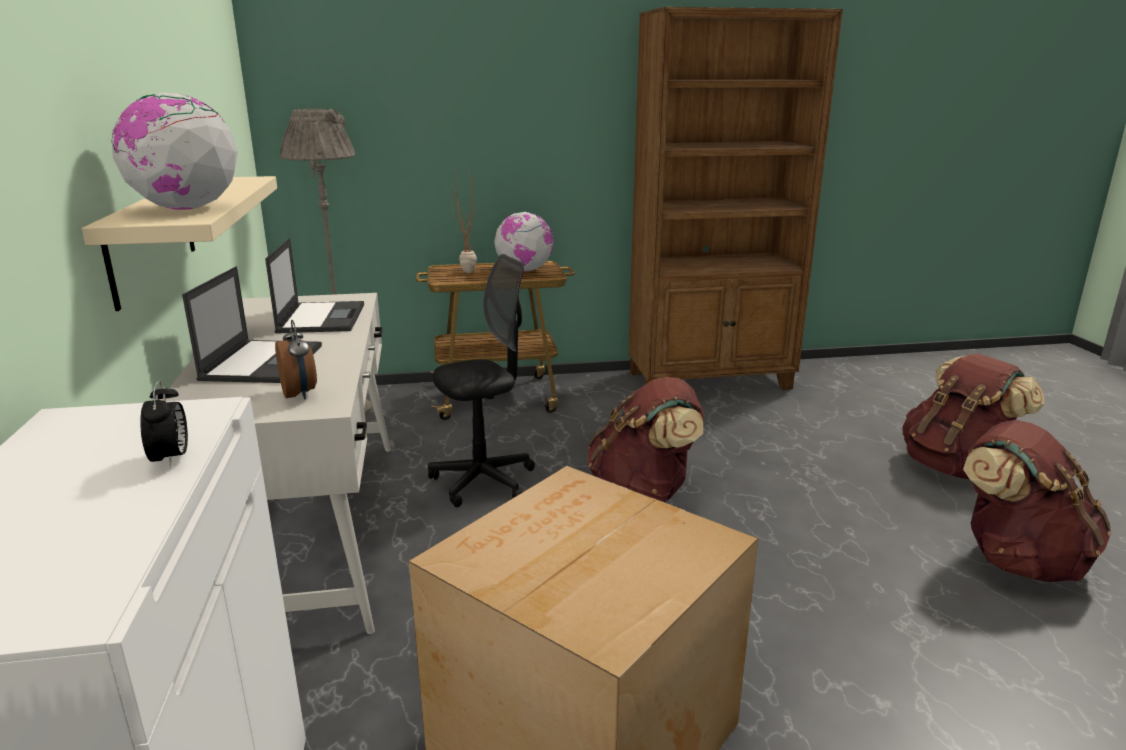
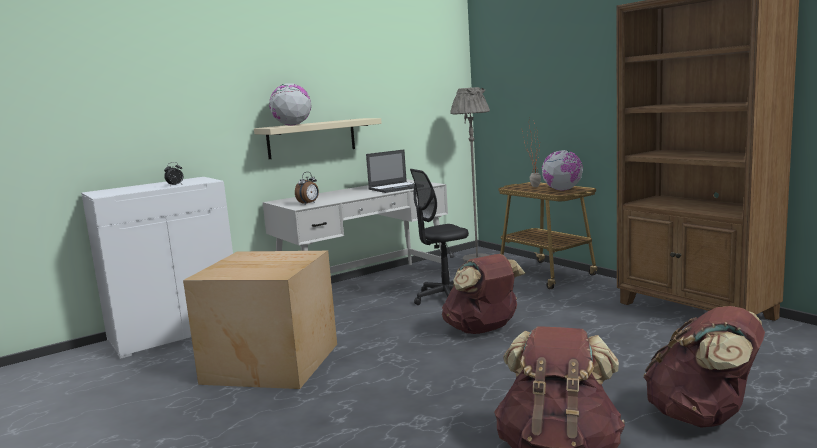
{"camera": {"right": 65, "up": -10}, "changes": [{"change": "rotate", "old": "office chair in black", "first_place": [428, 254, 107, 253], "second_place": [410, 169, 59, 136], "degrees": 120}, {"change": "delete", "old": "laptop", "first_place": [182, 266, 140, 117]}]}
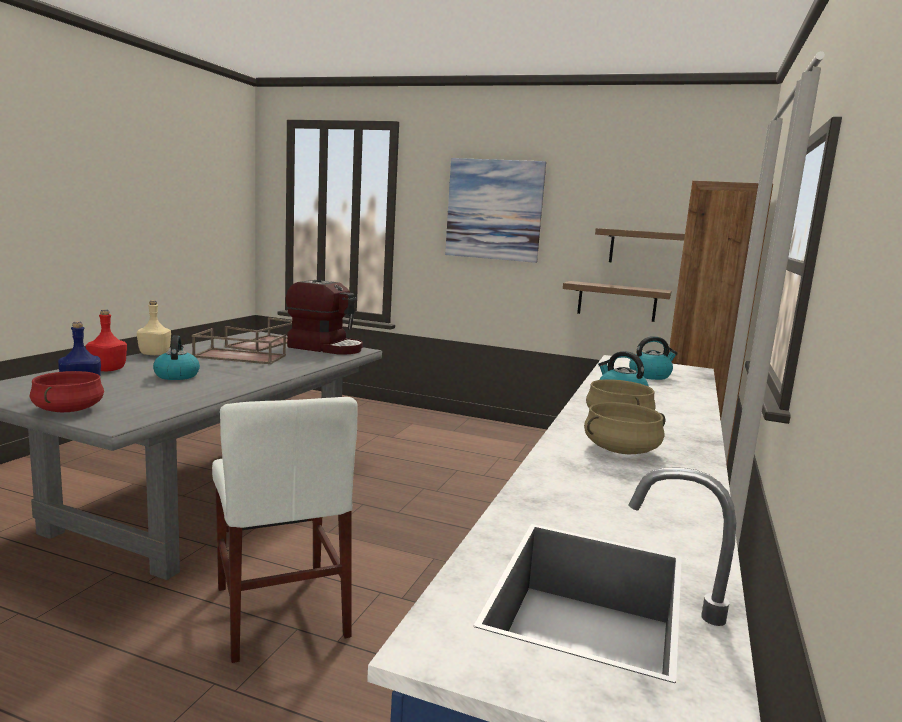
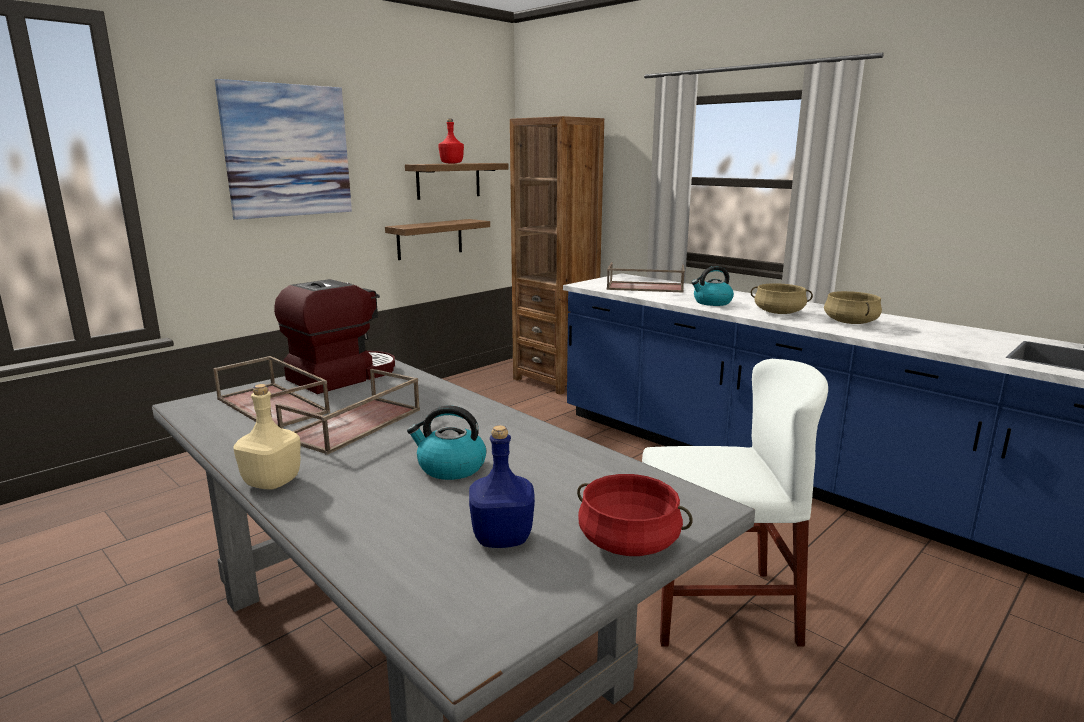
{"camera": {"right": -65, "up": 5}, "changes": [{"change": "move", "old": "bottle in red", "first_place": [86, 309, 41, 62], "second_place": [438, 119, 26, 45]}, {"change": "replace", "old": "kettle", "new": "tray in brown", "first_place": [629, 336, 49, 44], "second_place": [607, 263, 78, 30]}]}
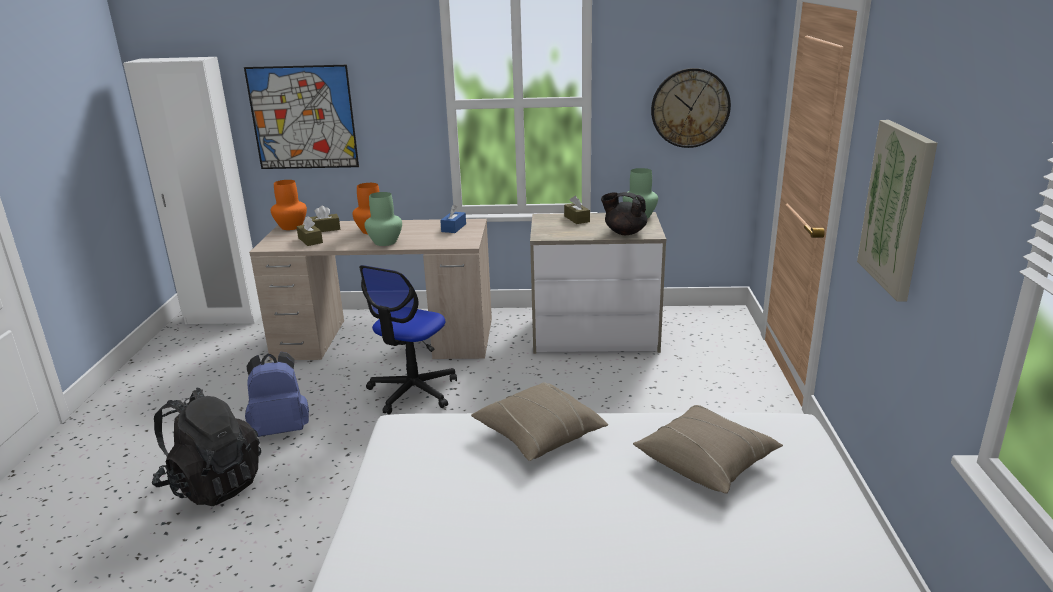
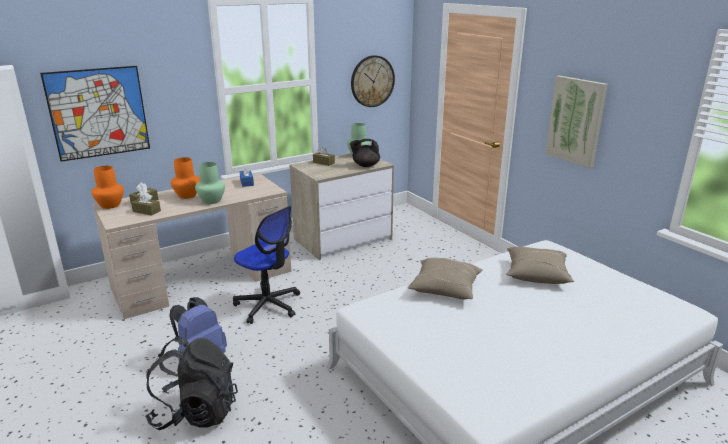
{"camera": {"right": -35, "up": 0}, "changes": [{"change": "rotate", "old": "office chair", "first_place": [359, 265, 98, 149], "second_place": [233, 206, 67, 118], "degrees": -45}]}
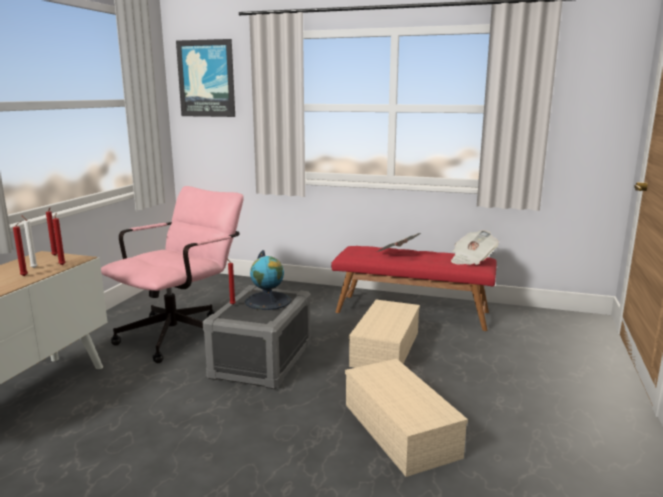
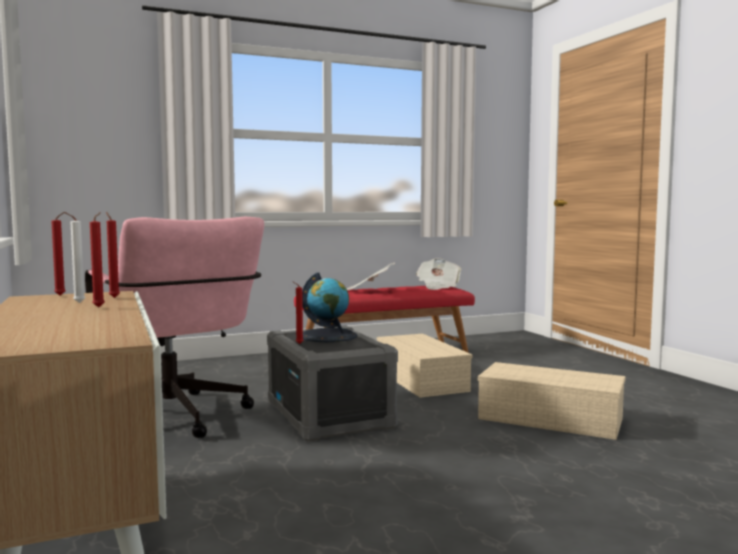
{"camera": {"right": -40, "up": -10}, "changes": [{"change": "delete", "old": "picture", "first_place": [176, 39, 59, 78]}, {"change": "rotate", "old": "office chair in pink", "first_place": [101, 186, 143, 177], "second_place": [85, 217, 179, 221], "degrees": 150}]}
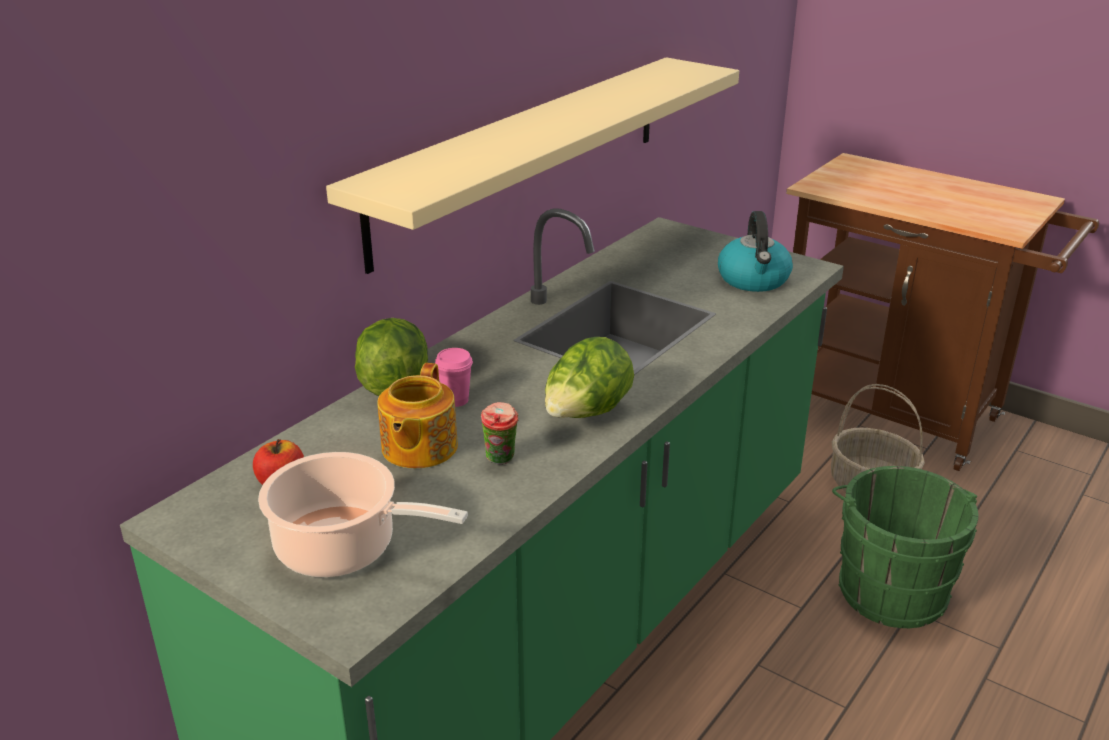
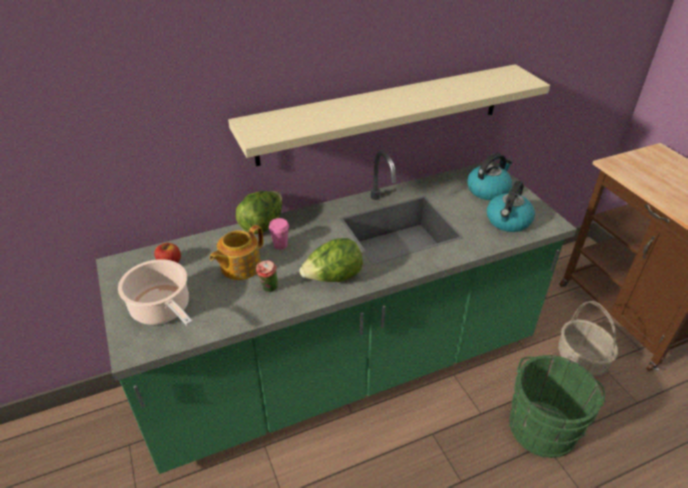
{"camera": {"right": 30, "up": 10}, "changes": [{"change": "insert", "new": "kettle", "second_place": [467, 153, 45, 47]}]}
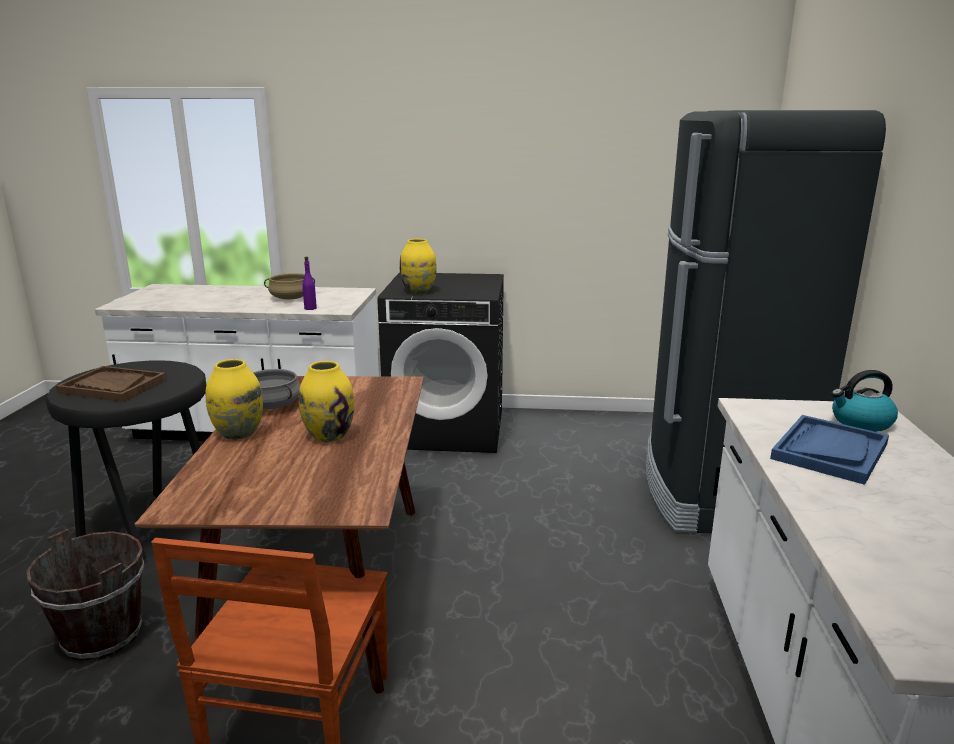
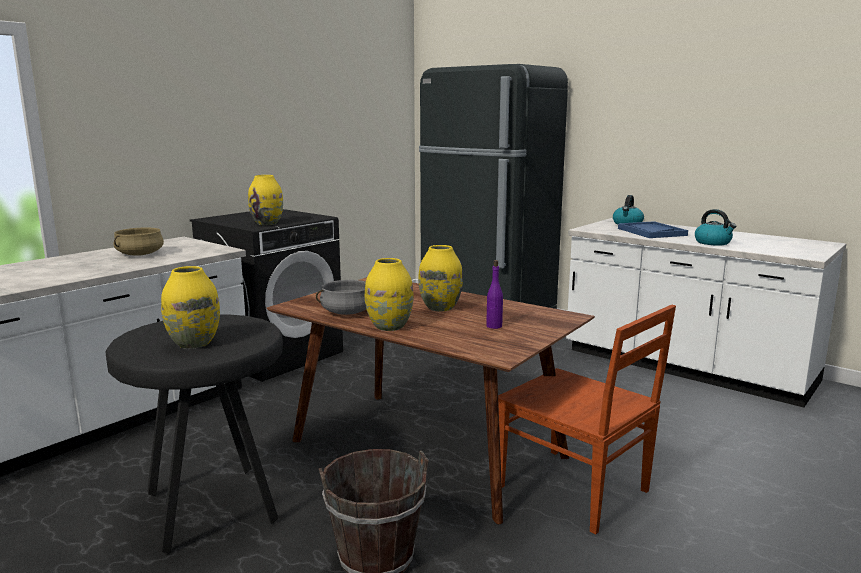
{"camera": {"right": -55, "up": -5}, "changes": [{"change": "move", "old": "bottle in purple", "first_place": [302, 257, 15, 53], "second_place": [486, 260, 17, 69]}, {"change": "replace", "old": "tray in brown", "new": "vase in yellow", "first_place": [56, 366, 111, 36], "second_place": [161, 266, 59, 83]}, {"change": "insert", "new": "kettle", "second_place": [695, 209, 41, 37]}]}
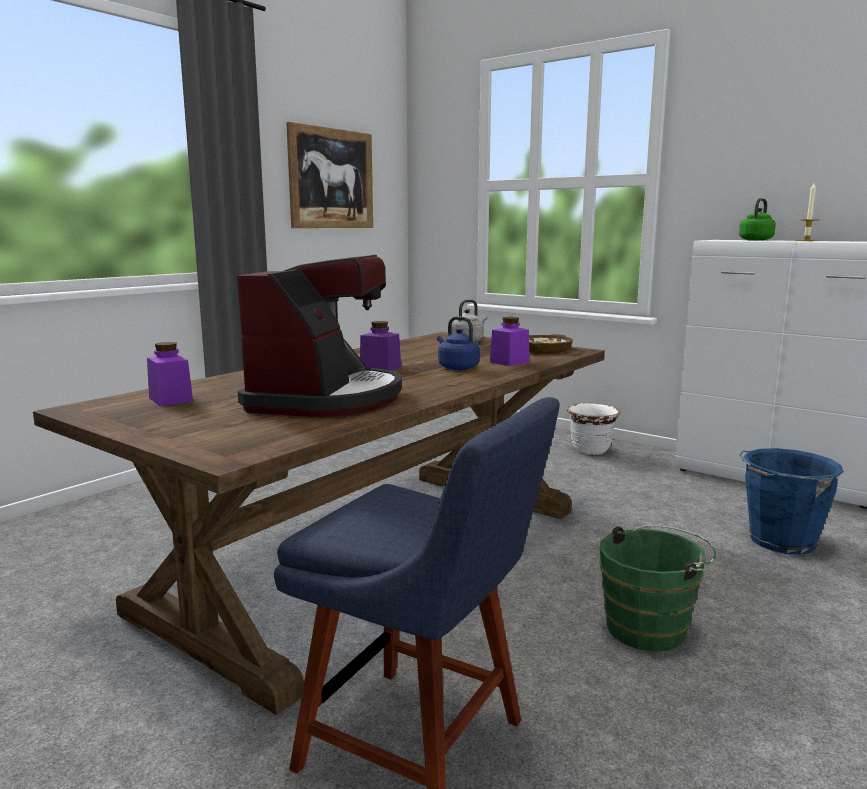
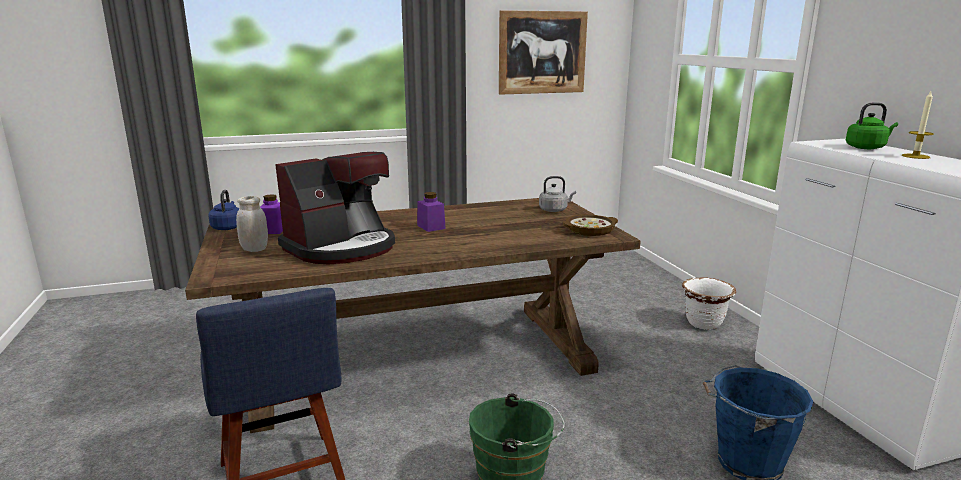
{"camera": {"right": 35, "up": 5}, "changes": [{"change": "move", "old": "kettle in blue", "first_place": [437, 316, 43, 54], "second_place": [209, 190, 30, 40]}, {"change": "delete", "old": "jar in purple", "first_place": [490, 317, 39, 49]}, {"change": "insert", "new": "jar in white", "second_place": [236, 196, 32, 56]}]}
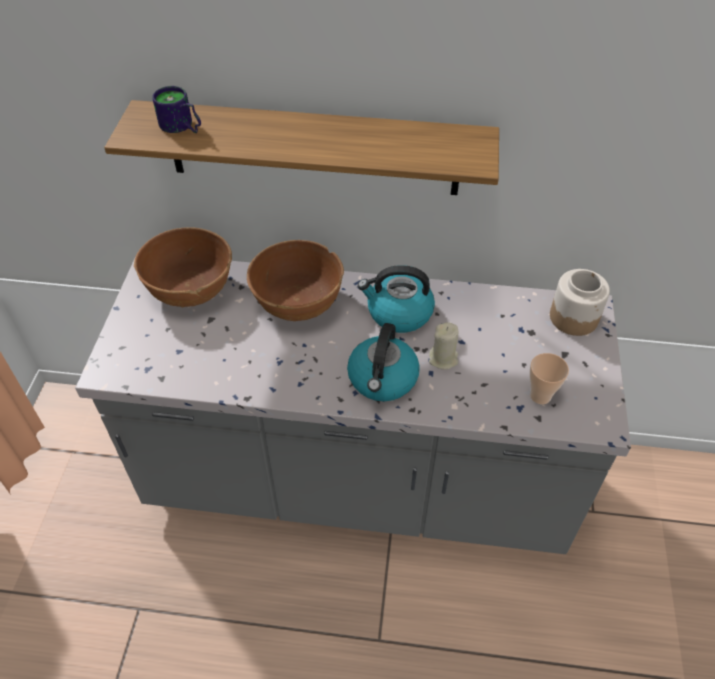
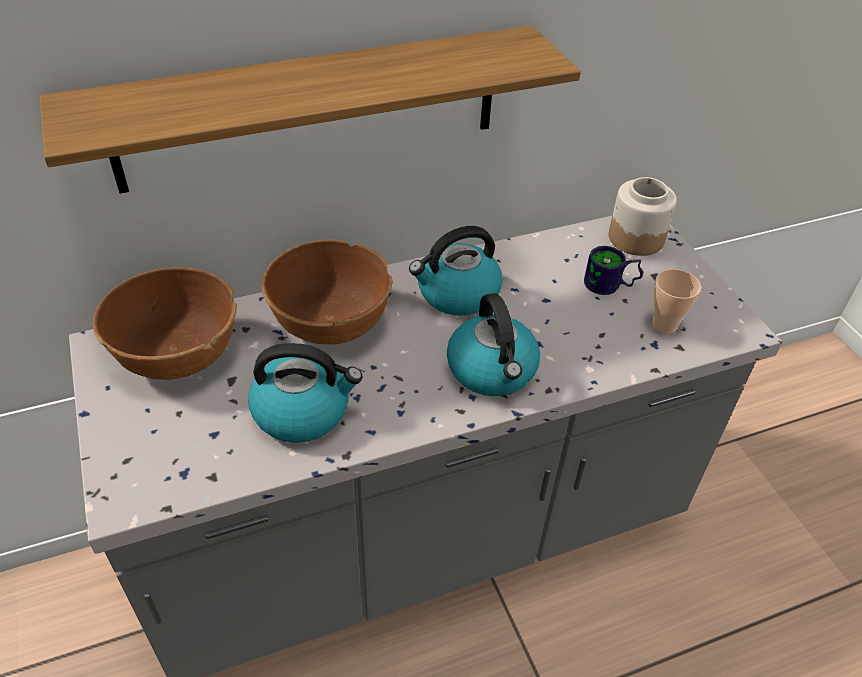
{"camera": {"right": -30, "up": -5}, "changes": [{"change": "move", "old": "mug", "first_place": [152, 86, 49, 47], "second_place": [584, 246, 59, 49]}, {"change": "delete", "old": "candle in beige", "first_place": [429, 322, 30, 48]}, {"change": "insert", "new": "kettle", "second_place": [248, 343, 114, 100]}]}
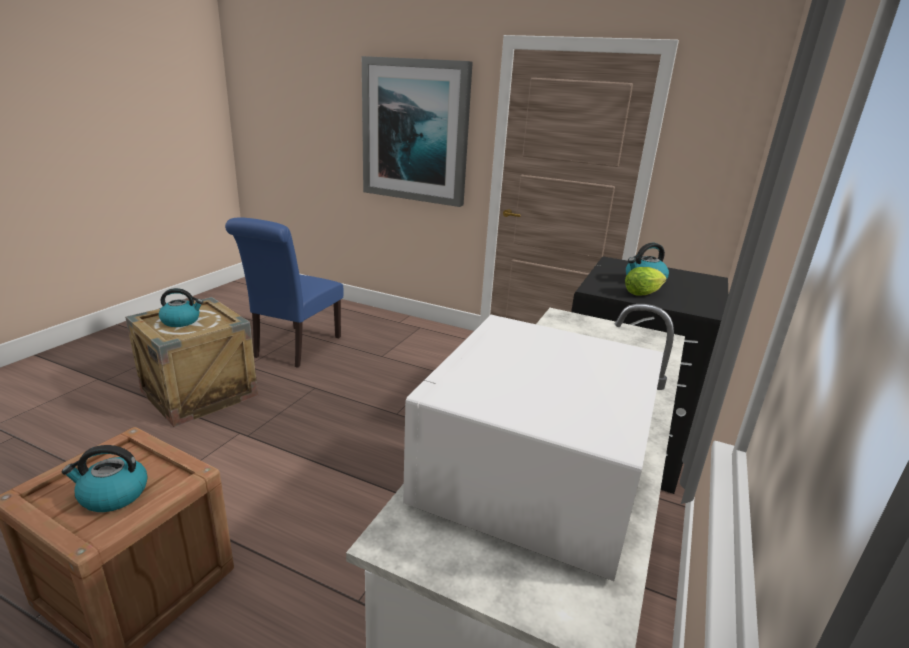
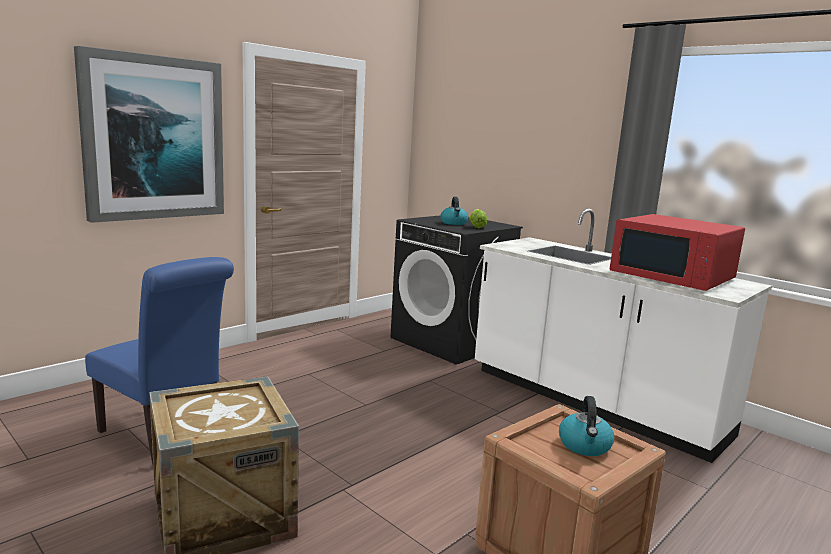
{"camera": {"right": -70, "up": -10}, "changes": [{"change": "delete", "old": "kettle", "first_place": [159, 288, 44, 39]}, {"change": "recolor", "old": "microwave in white", "new": "microwave in red", "first_place": [403, 315, 261, 266], "second_place": [610, 214, 135, 77]}]}
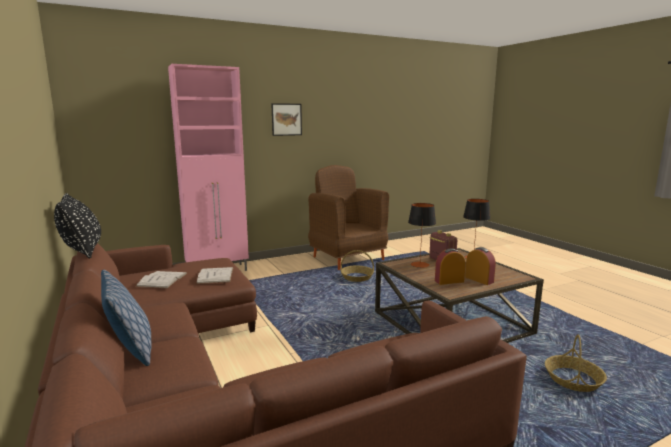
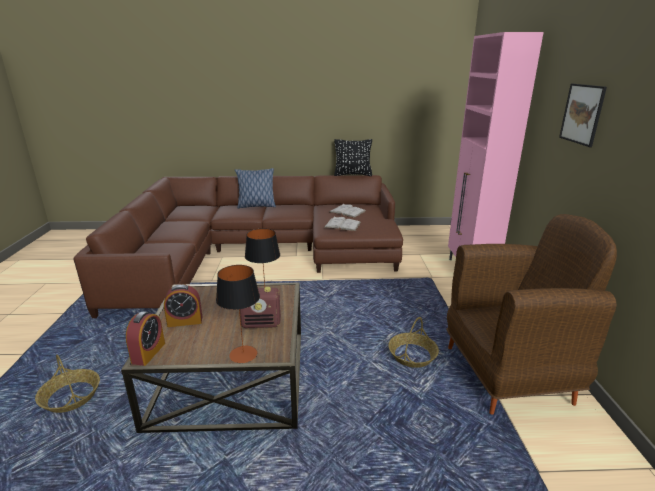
{"camera": {"right": 115, "up": 10}, "changes": [{"change": "move", "old": "alarm clock", "first_place": [435, 248, 30, 37], "second_place": [126, 311, 39, 55]}]}
